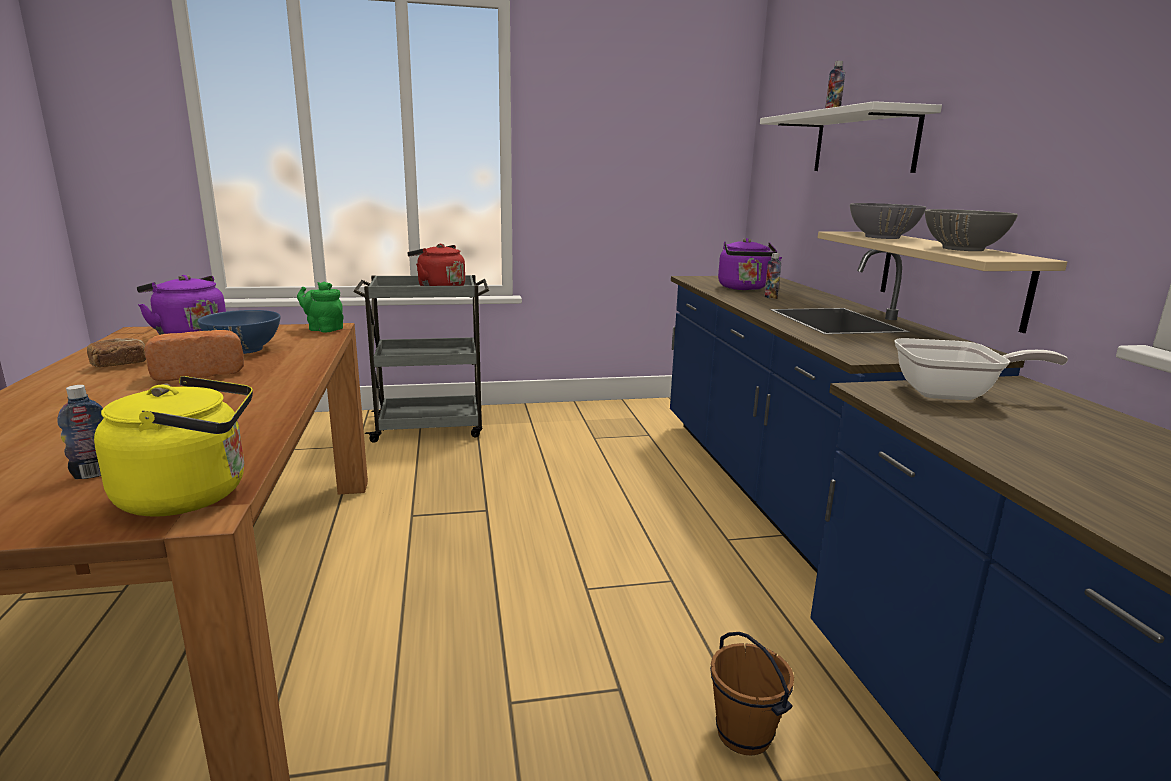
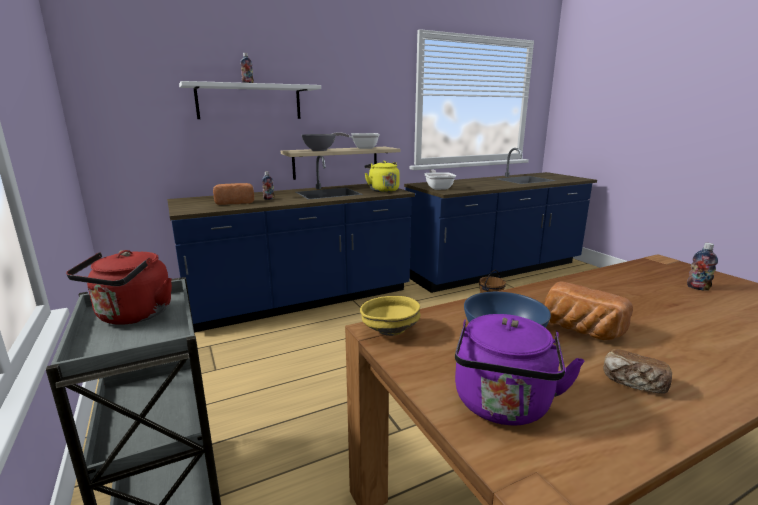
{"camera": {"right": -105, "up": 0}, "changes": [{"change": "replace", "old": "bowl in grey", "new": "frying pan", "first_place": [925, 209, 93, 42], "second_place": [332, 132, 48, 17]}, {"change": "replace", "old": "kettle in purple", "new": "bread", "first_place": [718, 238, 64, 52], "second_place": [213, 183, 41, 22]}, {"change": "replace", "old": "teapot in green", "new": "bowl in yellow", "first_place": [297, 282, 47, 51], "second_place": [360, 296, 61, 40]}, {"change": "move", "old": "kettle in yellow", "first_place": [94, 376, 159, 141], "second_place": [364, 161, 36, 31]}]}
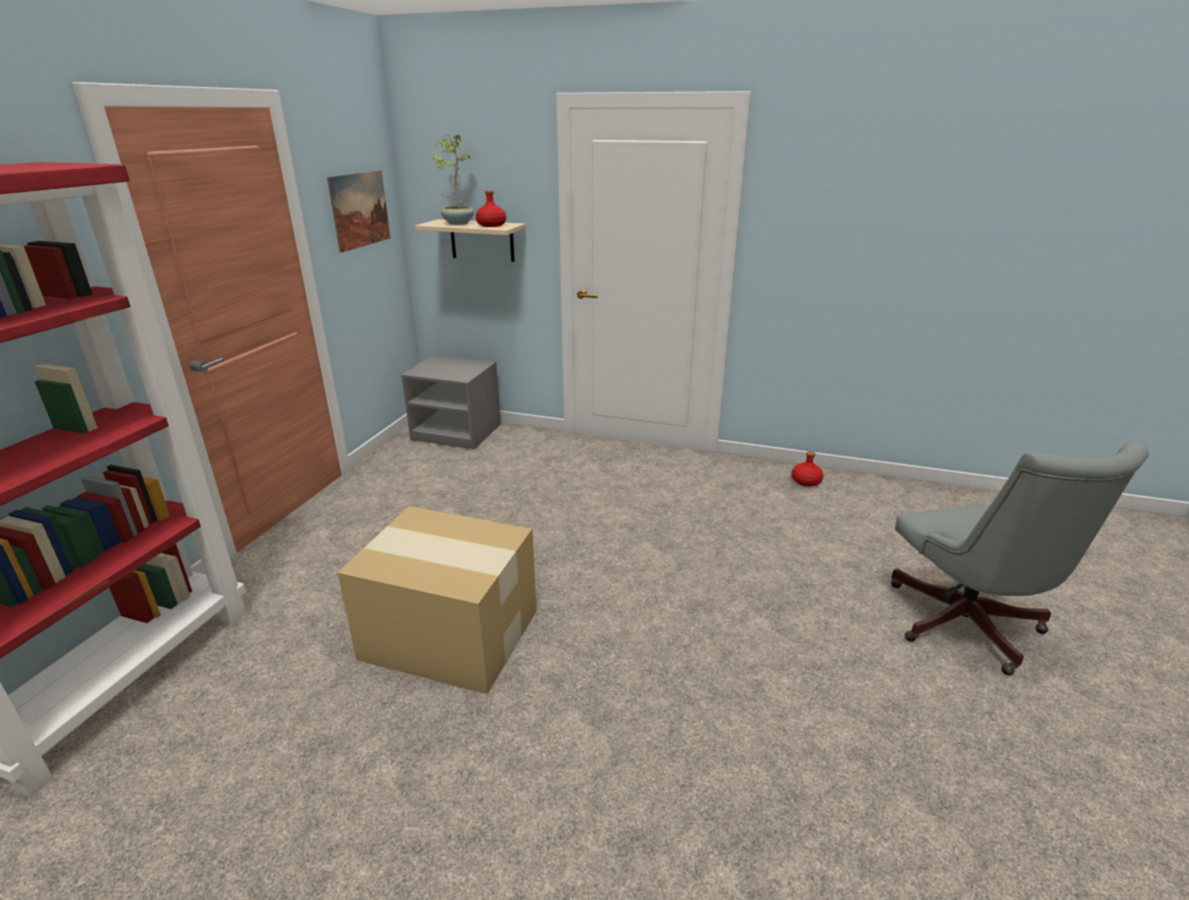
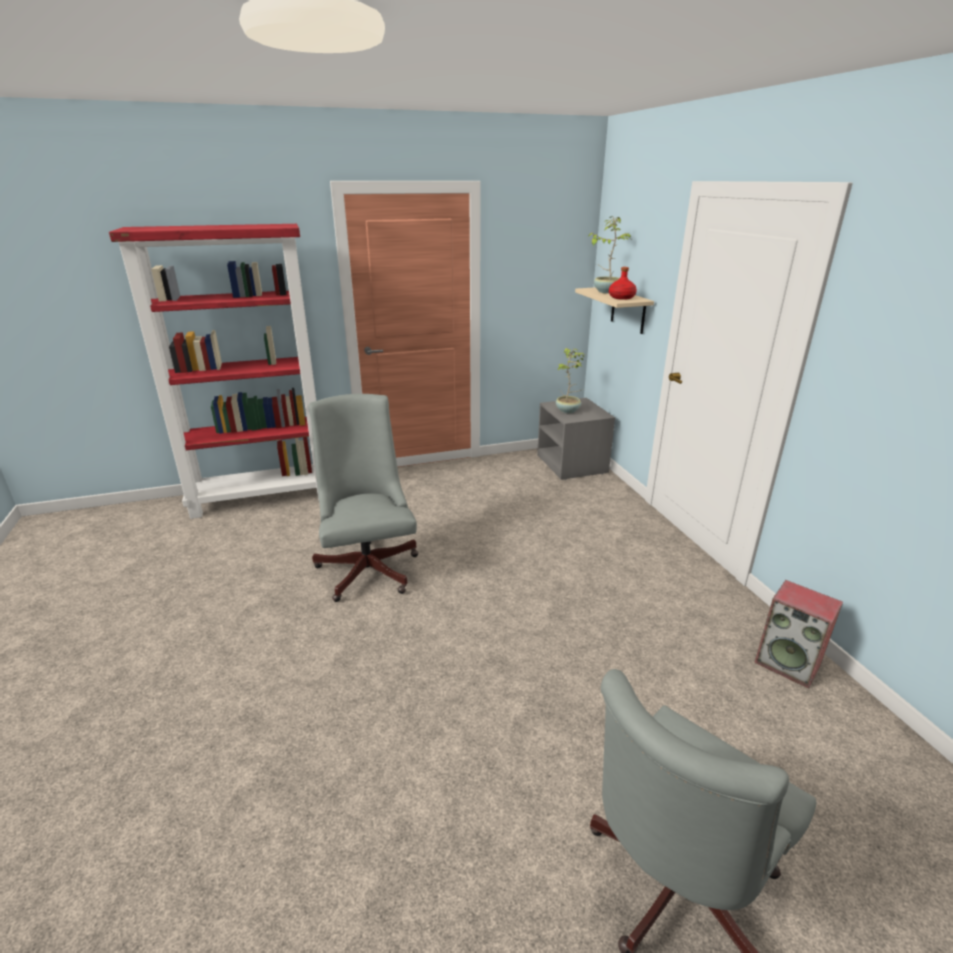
{"camera": {"right": 55, "up": 0}, "changes": [{"change": "delete", "old": "picture", "first_place": [327, 170, 63, 83]}, {"change": "replace", "old": "bottle in red", "new": "speaker", "first_place": [792, 451, 31, 36], "second_place": [754, 580, 89, 108]}, {"change": "replace", "old": "cardboard box", "new": "office chair in grey", "first_place": [337, 506, 200, 188], "second_place": [309, 394, 109, 208]}, {"change": "insert", "new": "potted plant", "second_place": [556, 348, 29, 65]}]}
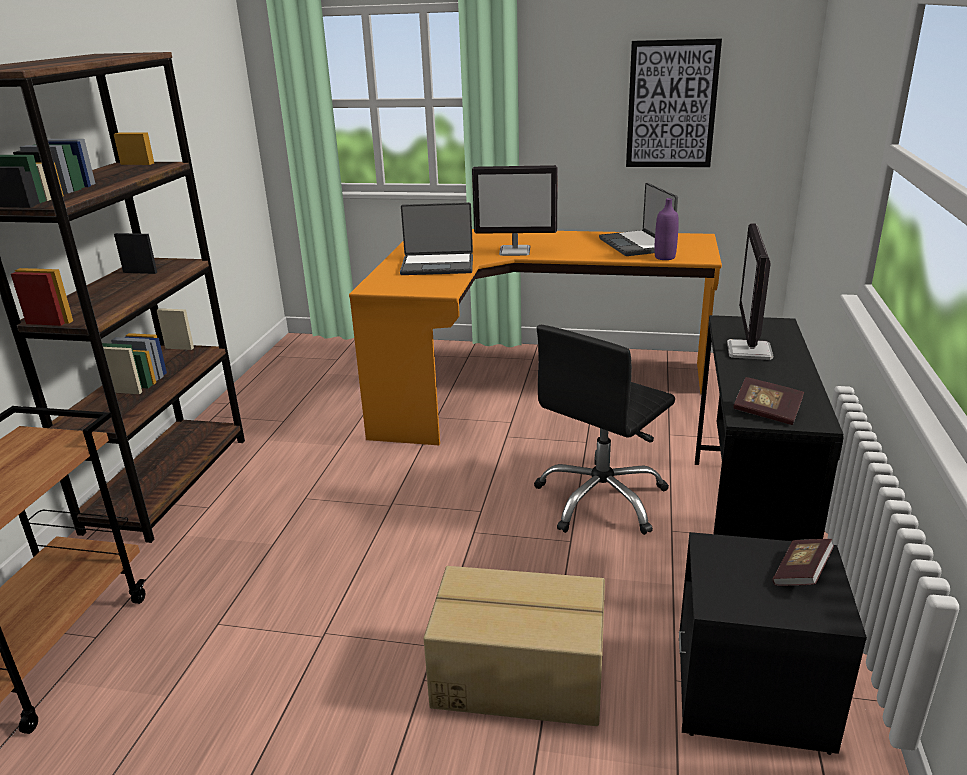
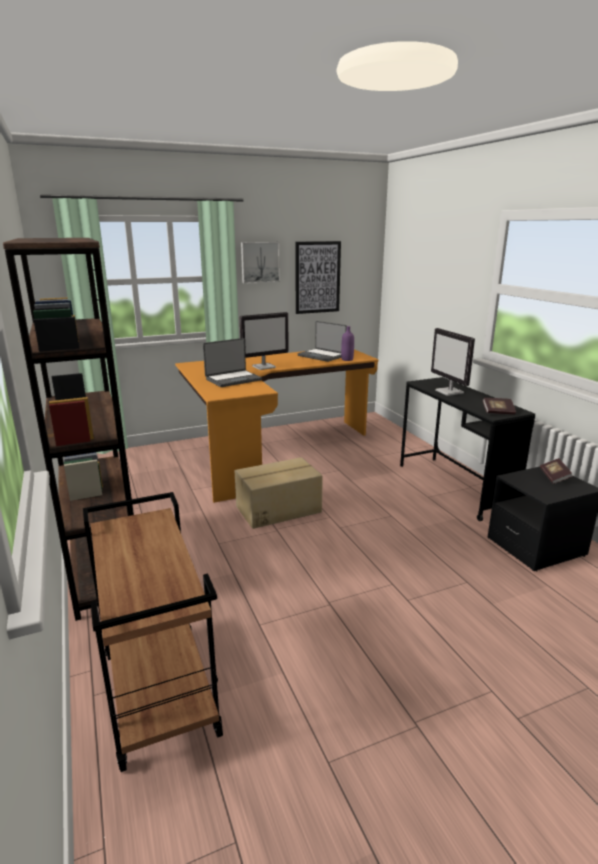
{"camera": {"right": -35, "up": -5}, "changes": [{"change": "delete", "old": "office chair in black", "first_place": [534, 325, 141, 210]}, {"change": "move", "old": "cardboard box", "first_place": [423, 566, 182, 160], "second_place": [235, 457, 88, 72]}, {"change": "insert", "new": "picture", "second_place": [241, 242, 39, 42]}]}
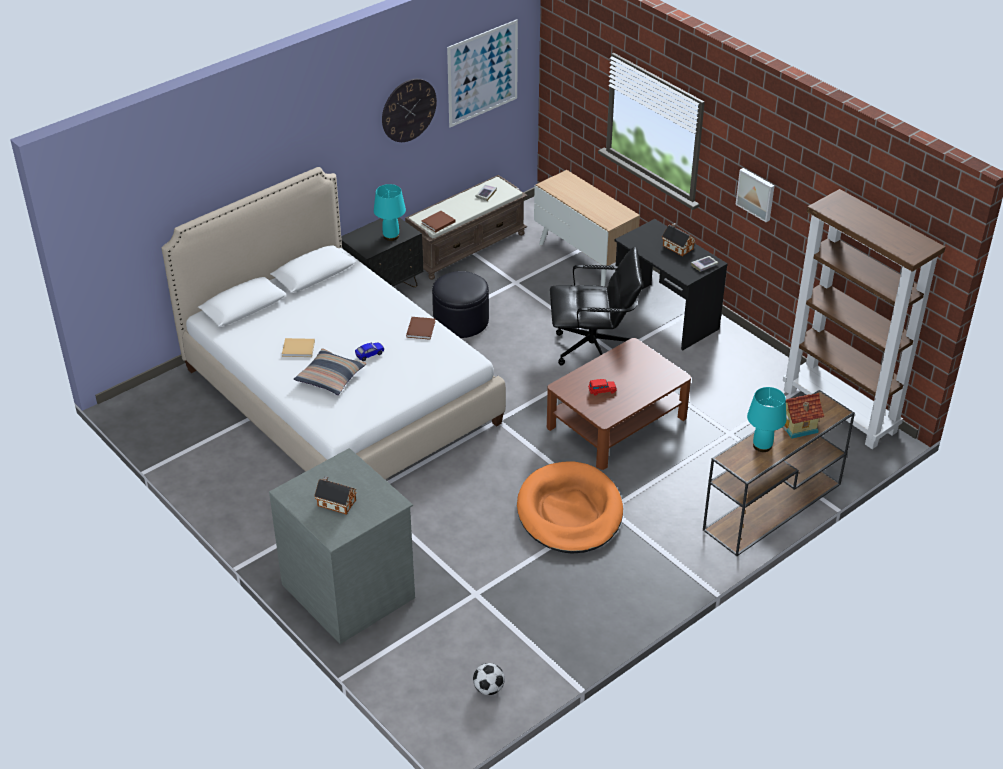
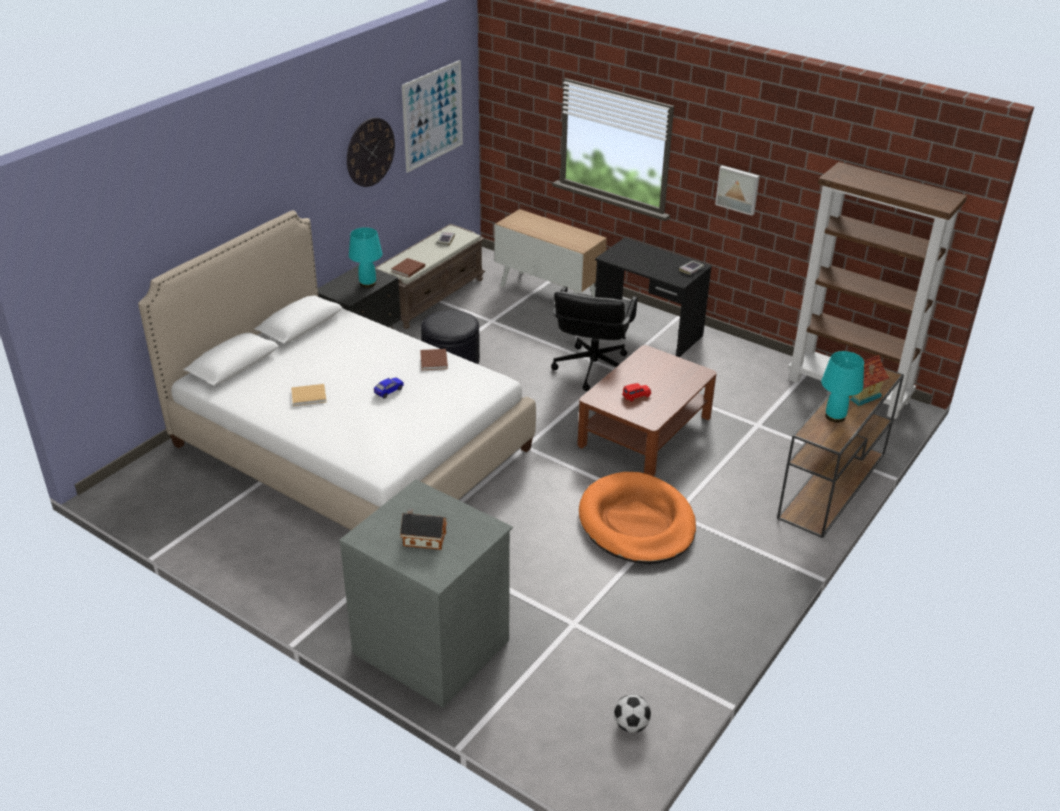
{"camera": {"right": -15, "up": -5}, "changes": [{"change": "delete", "old": "toy house", "first_place": [662, 223, 34, 33]}, {"change": "rotate", "old": "office chair in black", "first_place": [550, 247, 93, 118], "second_place": [551, 286, 86, 105], "degrees": 120}, {"change": "delete", "old": "pillow", "first_place": [294, 348, 72, 47]}]}
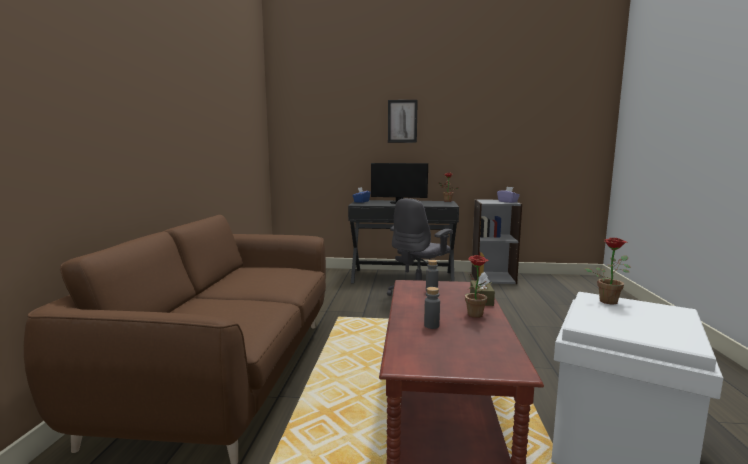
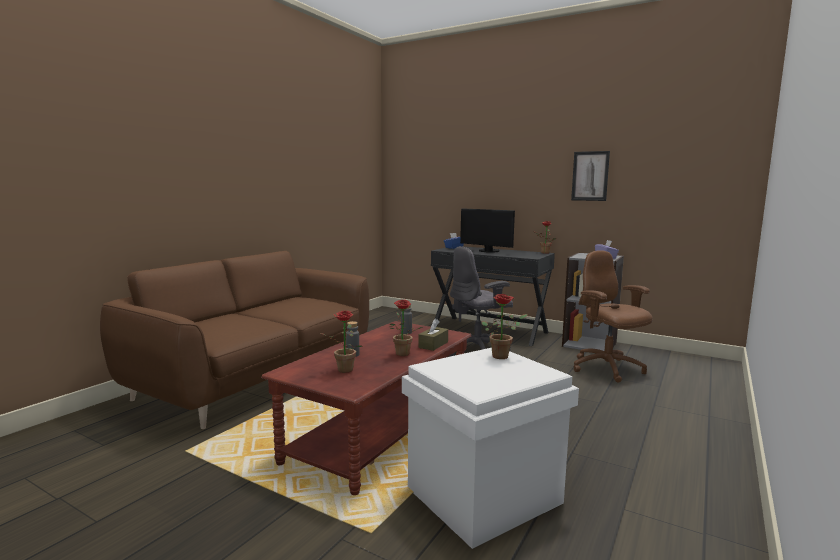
{"camera": {"right": 25, "up": 0}, "changes": [{"change": "move", "old": "picture", "first_place": [388, 100, 30, 43], "second_place": [571, 151, 39, 50]}, {"change": "insert", "new": "office chair in brown", "second_place": [573, 250, 80, 133]}, {"change": "insert", "new": "potted plant", "second_place": [320, 310, 43, 63]}]}
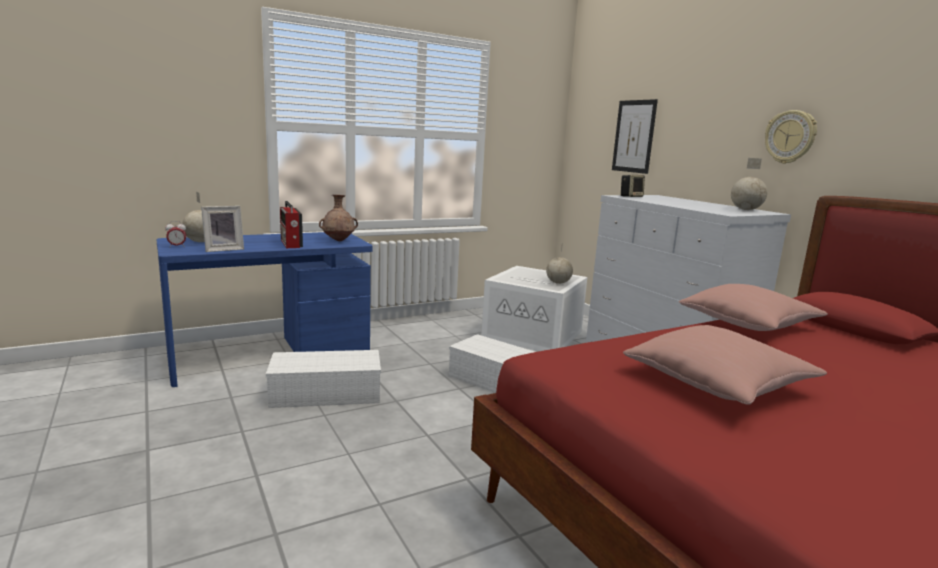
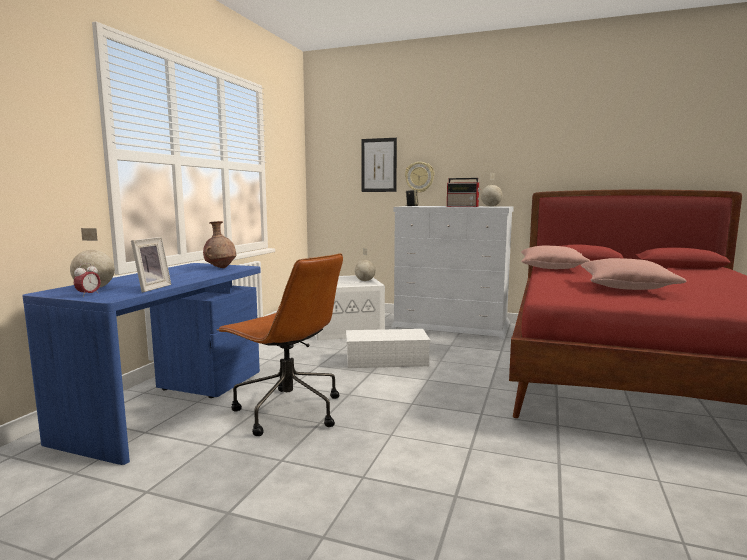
{"camera": {"right": -40, "up": -5}, "changes": [{"change": "move", "old": "wall clock", "first_place": [765, 110, 52, 54], "second_place": [405, 162, 29, 31]}, {"change": "move", "old": "radio", "first_place": [280, 201, 23, 47], "second_place": [447, 178, 33, 29]}, {"change": "replace", "old": "storage box in white", "new": "office chair in brown", "first_place": [266, 350, 115, 58], "second_place": [217, 253, 126, 183]}]}
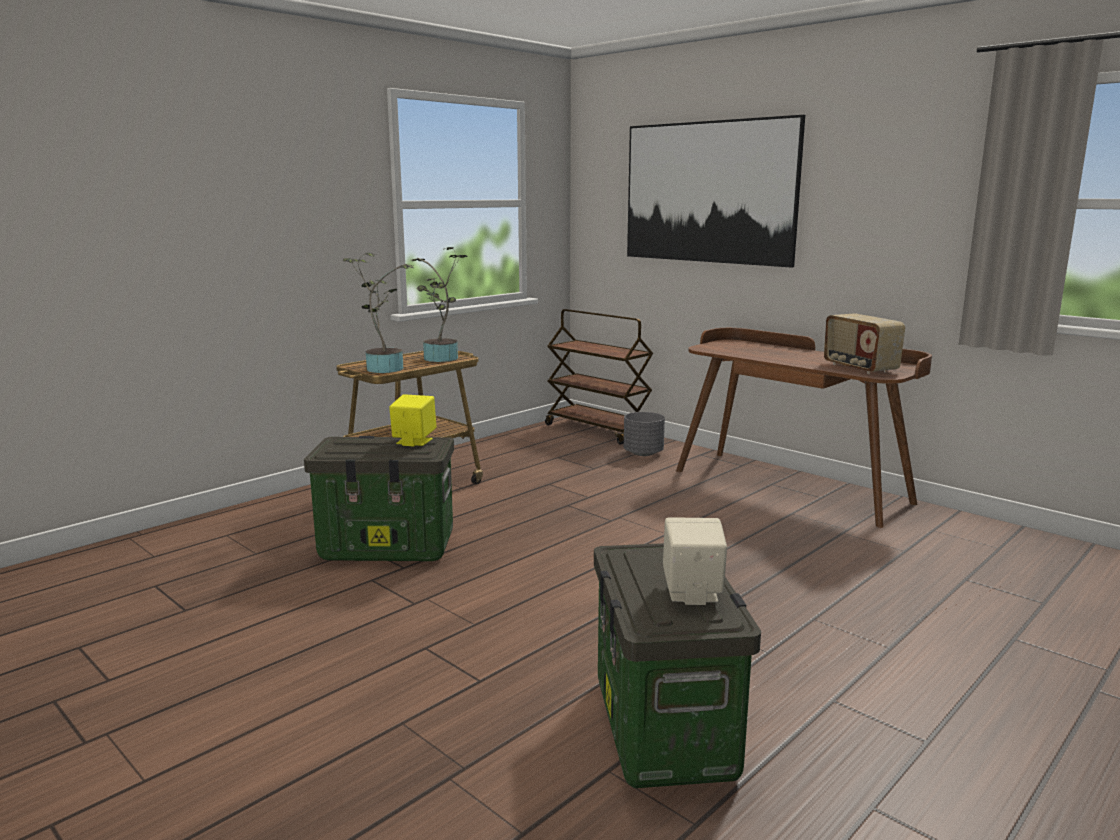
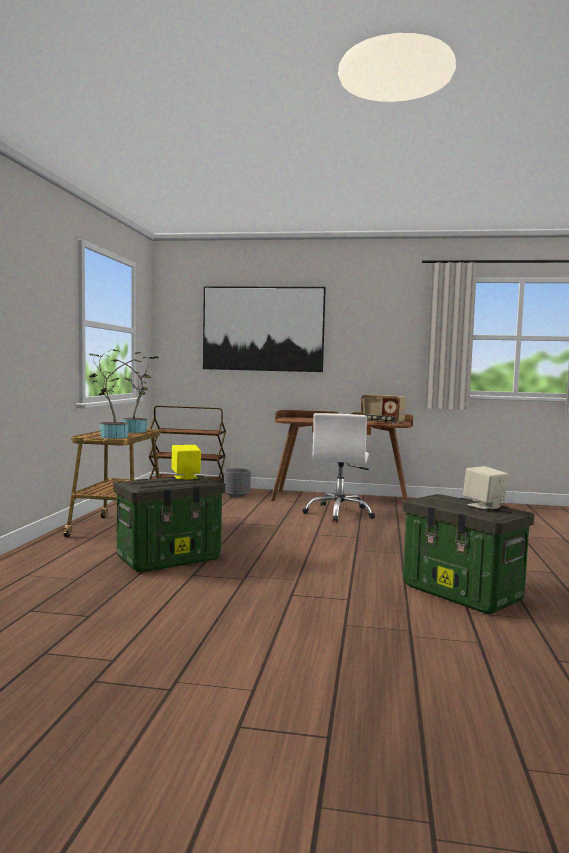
{"camera": {"right": -35, "up": -10}, "changes": [{"change": "insert", "new": "office chair in white", "second_place": [302, 413, 73, 109]}]}
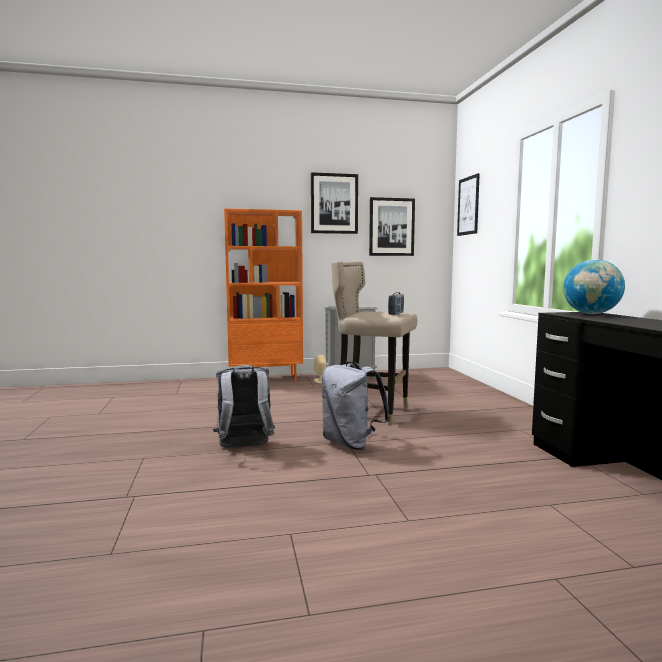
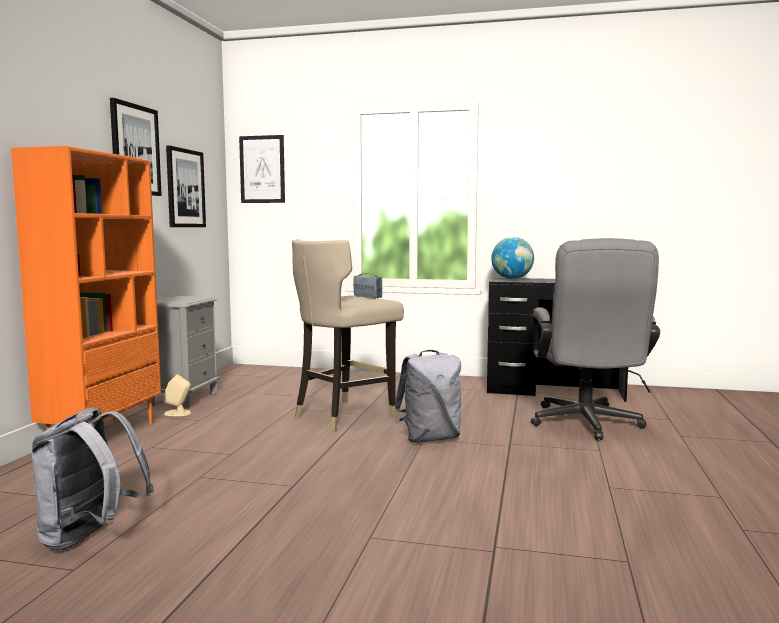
{"camera": {"right": -65, "up": 0}, "changes": [{"change": "move", "old": "backpack in grey", "first_place": [213, 365, 62, 83], "second_place": [31, 407, 123, 144]}, {"change": "insert", "new": "office chair in grey", "second_place": [531, 238, 129, 202]}]}
